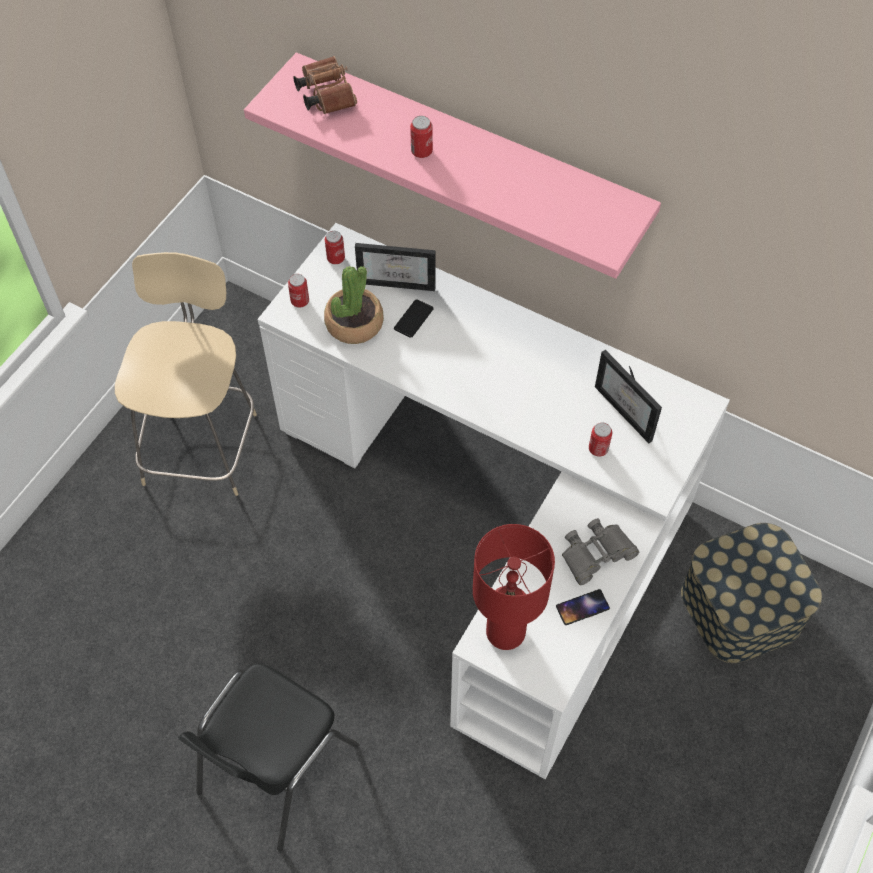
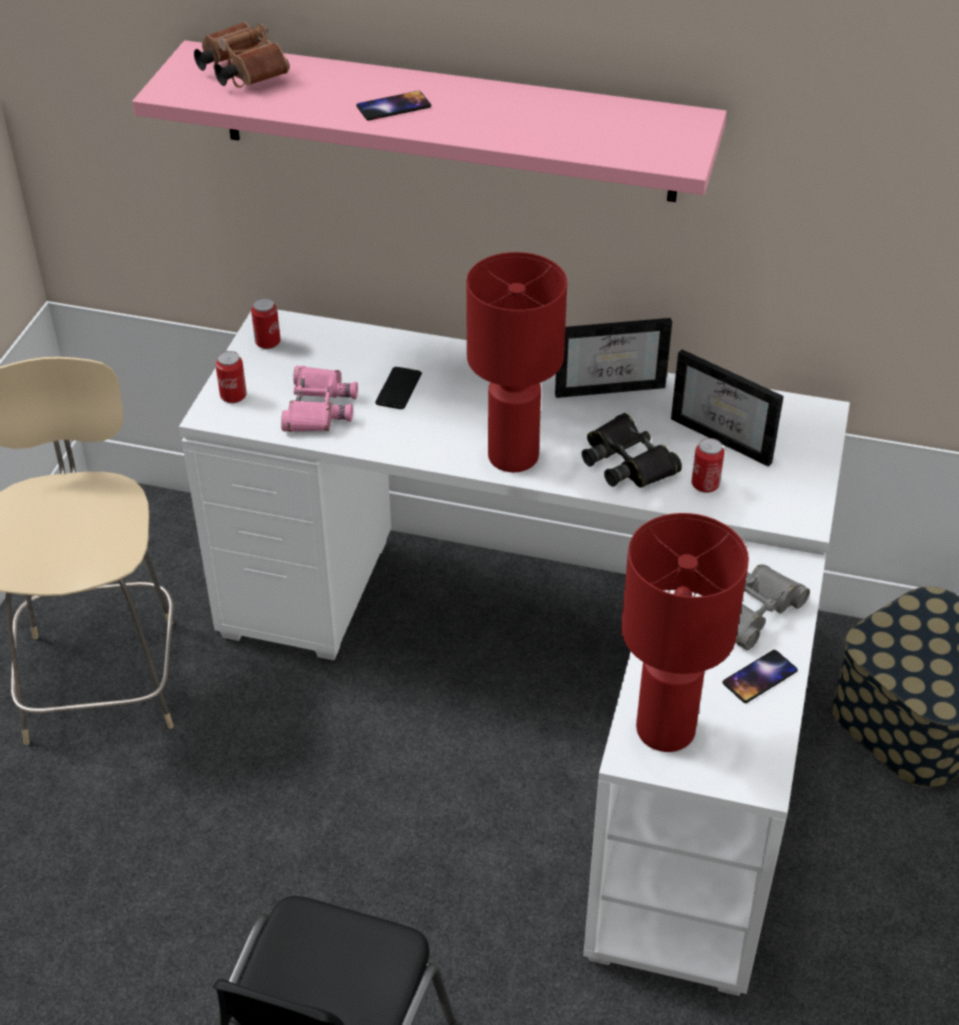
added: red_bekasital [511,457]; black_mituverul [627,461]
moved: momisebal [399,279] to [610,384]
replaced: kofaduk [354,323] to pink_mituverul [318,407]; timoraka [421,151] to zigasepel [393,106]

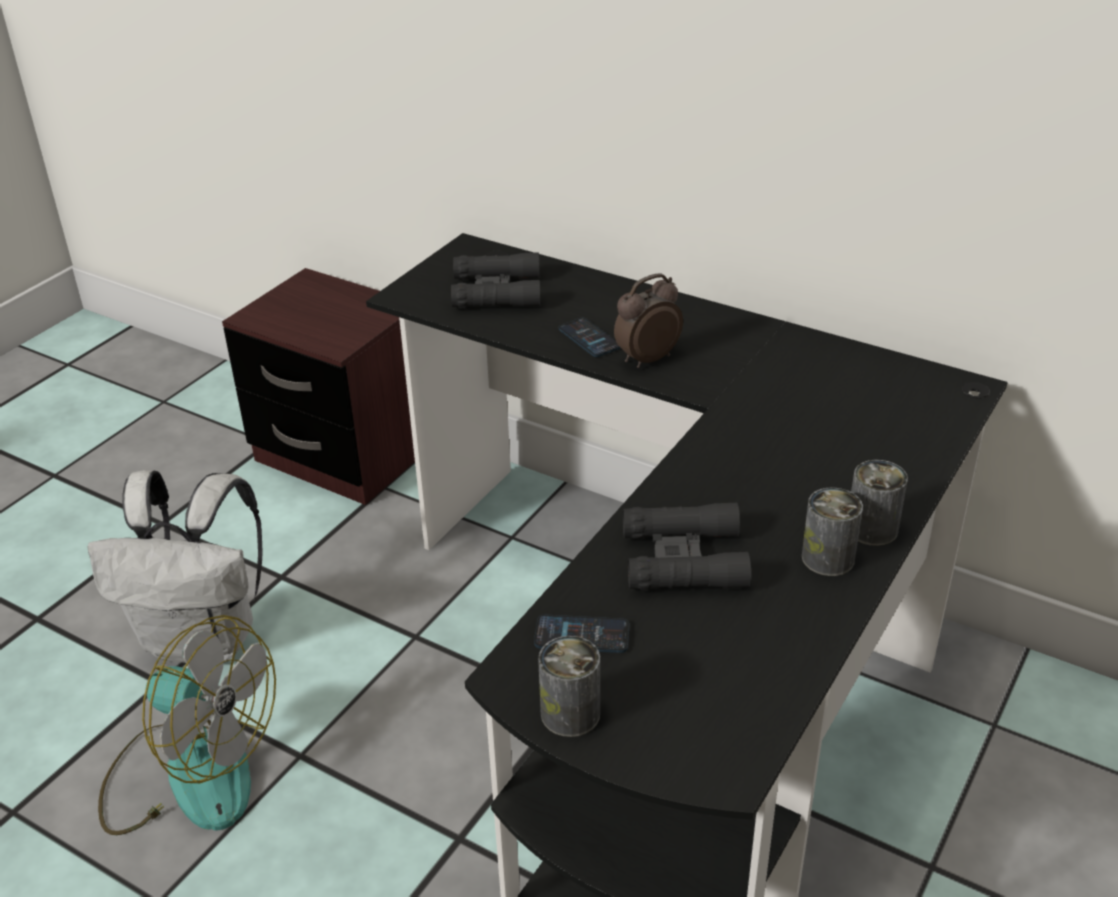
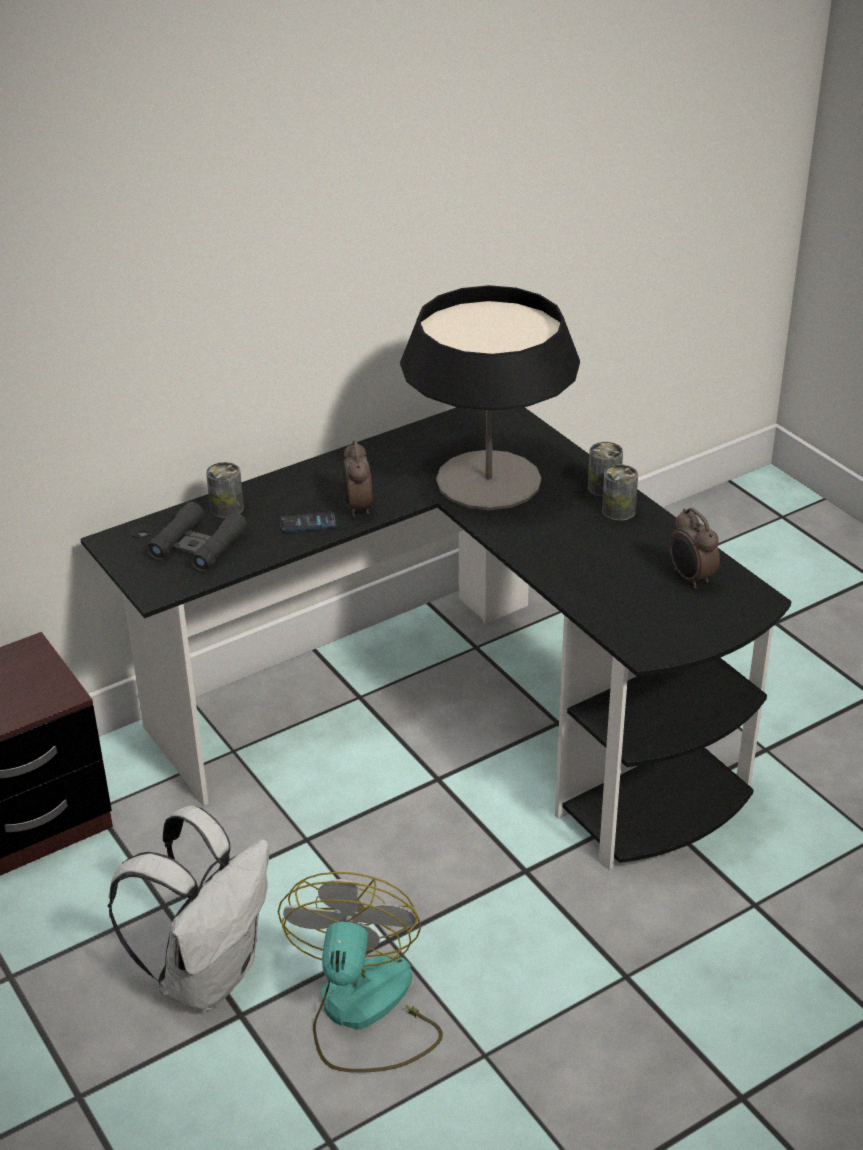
removed: zigasepel [582,635]; black_mituverul [683,559]
added: bekasital [488,480]; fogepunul [690,578]
moved: timoraka [570,713] to [226,508]
turned: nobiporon [190,773] = [363,1012] 45 degrees counterclockwise

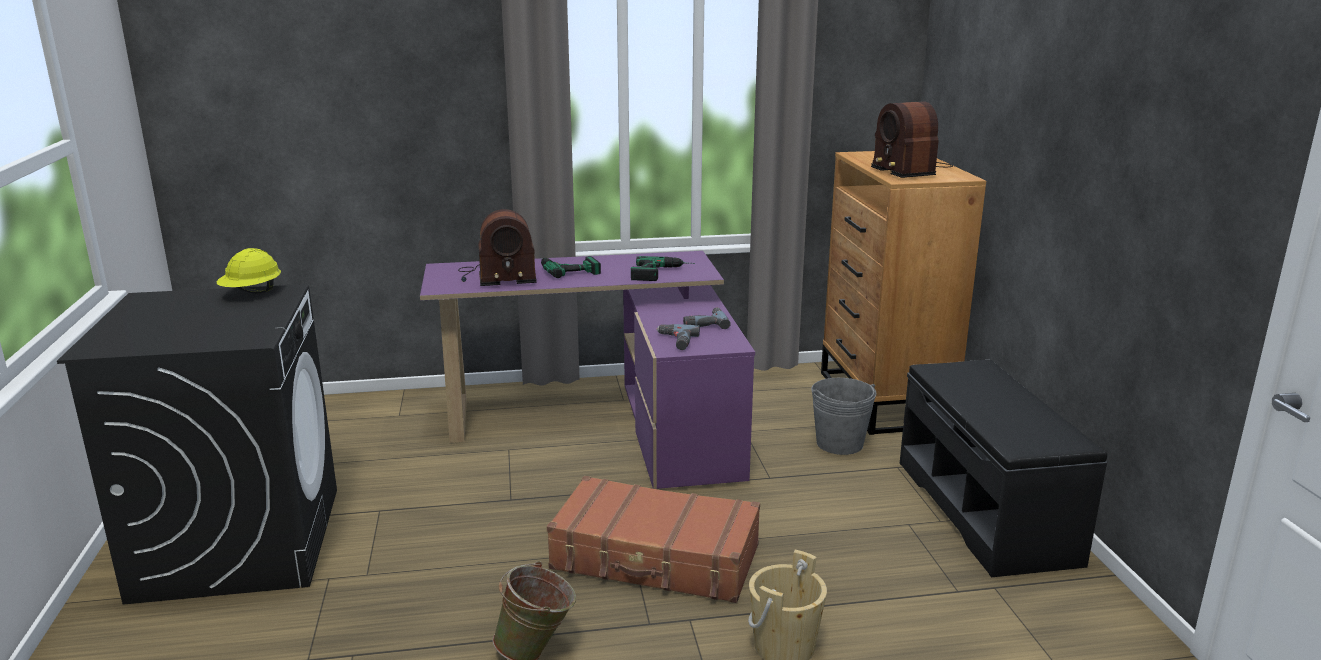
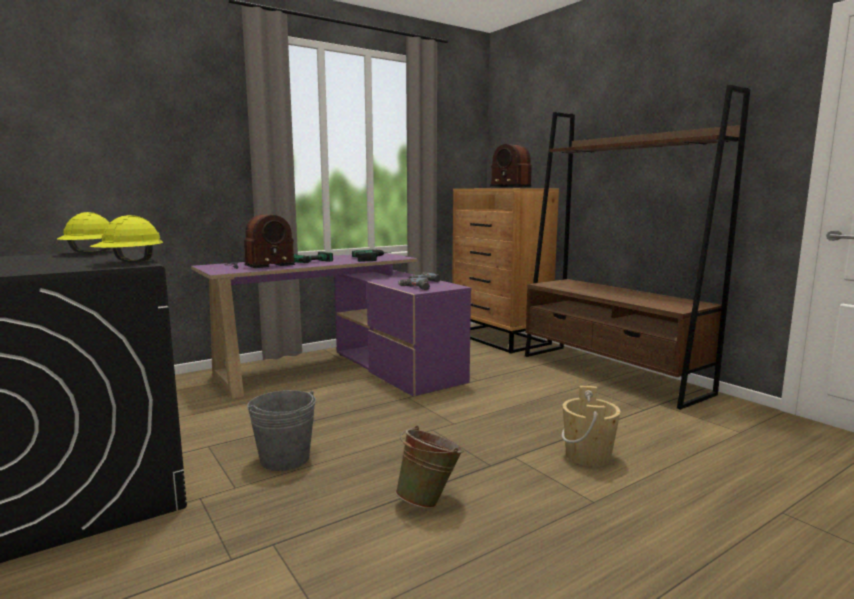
removed: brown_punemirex [655,558]
added: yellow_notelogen [130,262]
moved: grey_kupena [839,443] to [285,459]
replaced: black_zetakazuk [986,510] to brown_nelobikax [611,374]

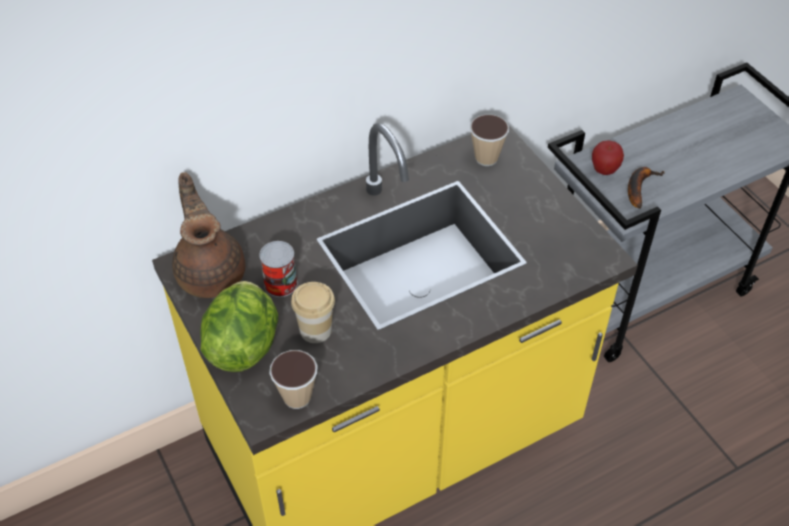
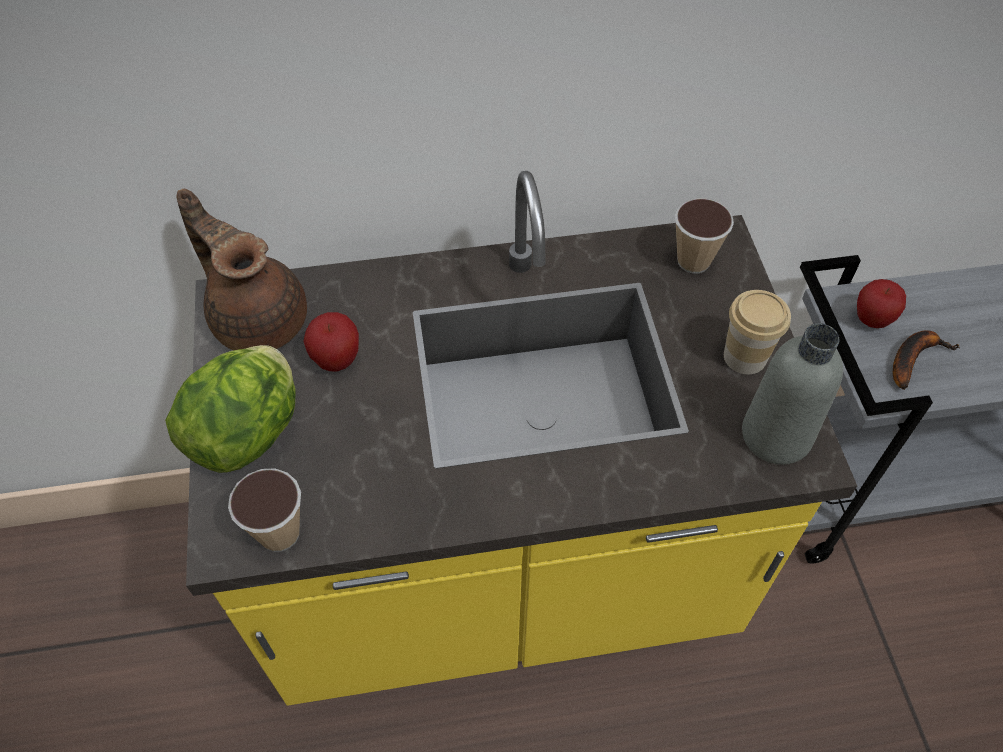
added: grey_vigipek [776,435]
moved: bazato [315,330] to [745,356]
replaced: timoraka [280,284] to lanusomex [337,361]
turned: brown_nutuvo [211,272] = [258,318] 45 degrees counterclockwise

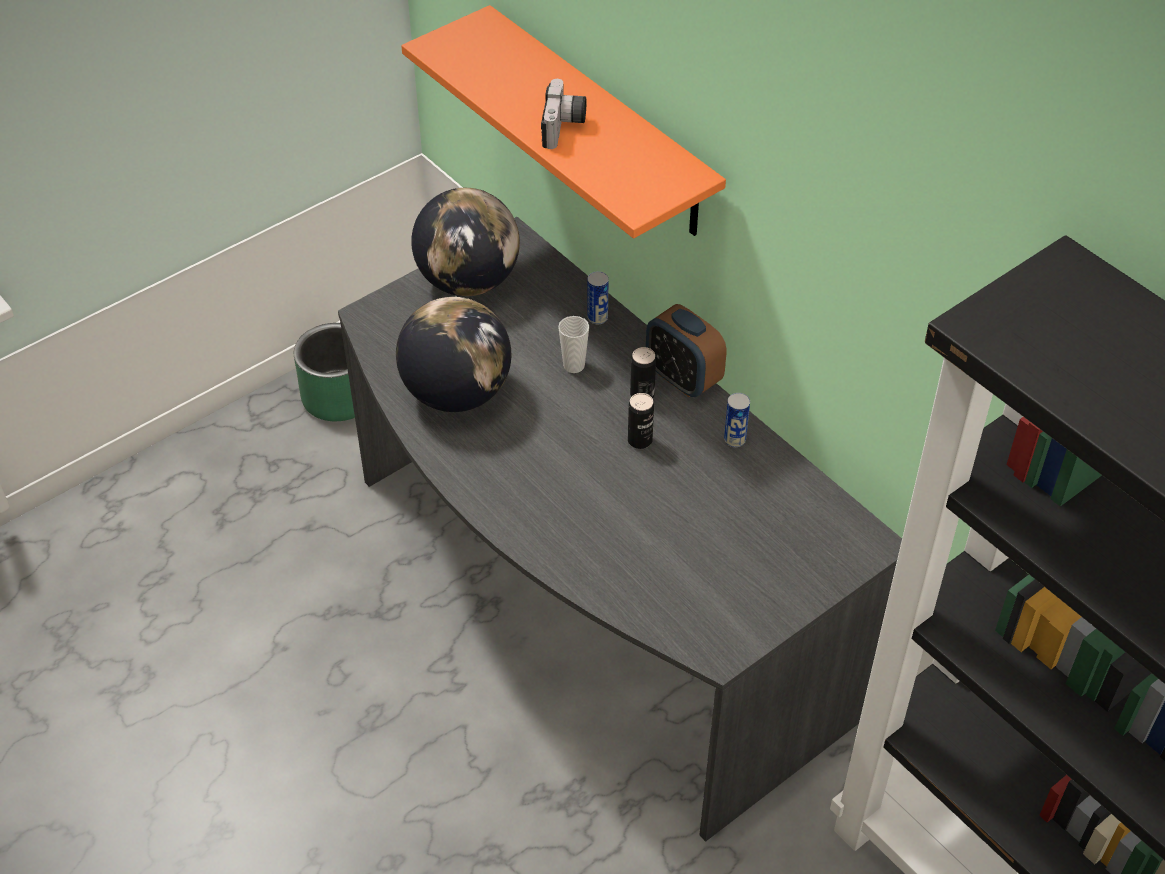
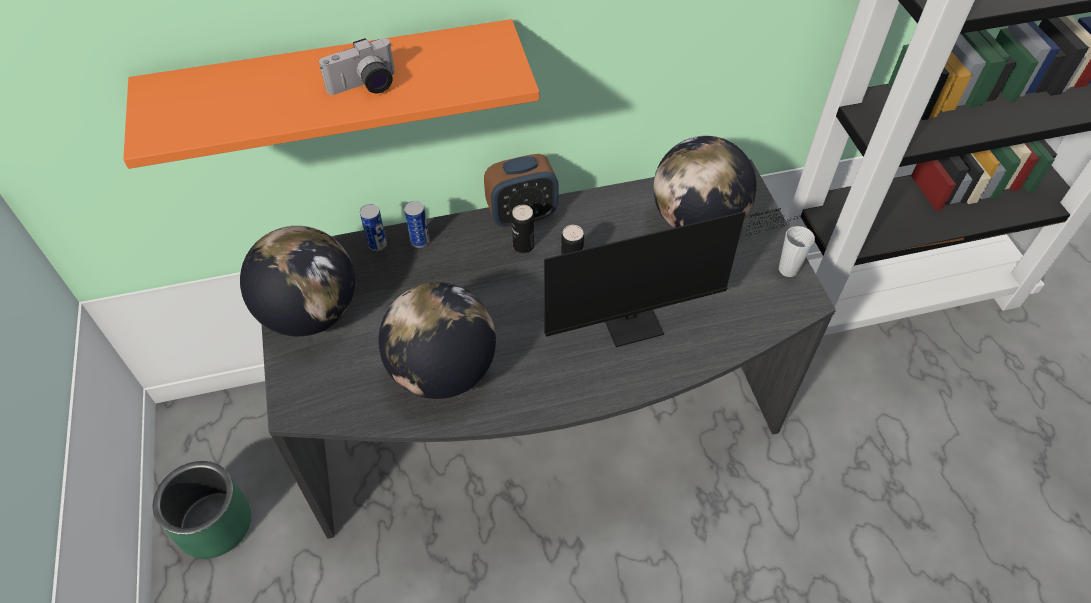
added: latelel [641,320]; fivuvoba [696,221]
moved: timoraka [734,439] to [377,244]; bazato [574,365] to [788,269]
turned: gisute [564,127] = [365,87] 120 degrees clockwise

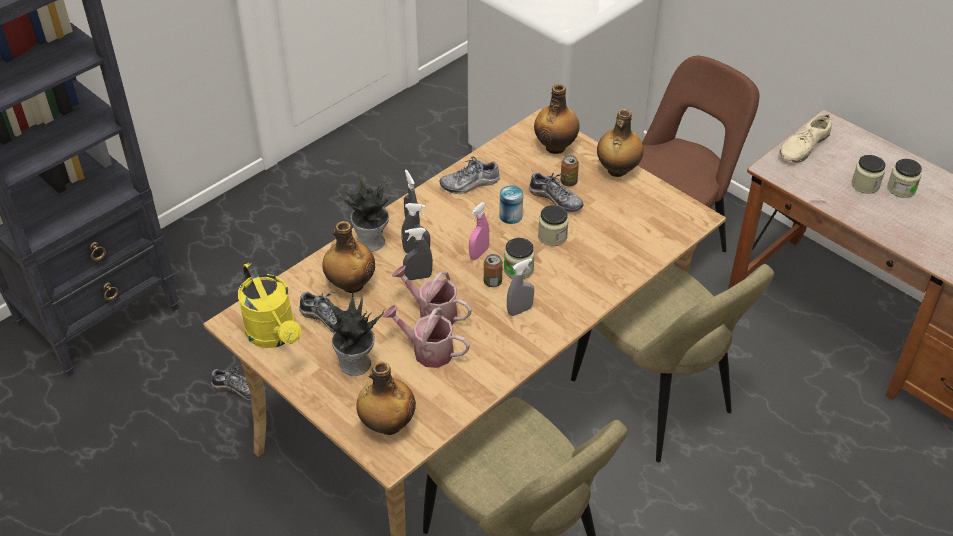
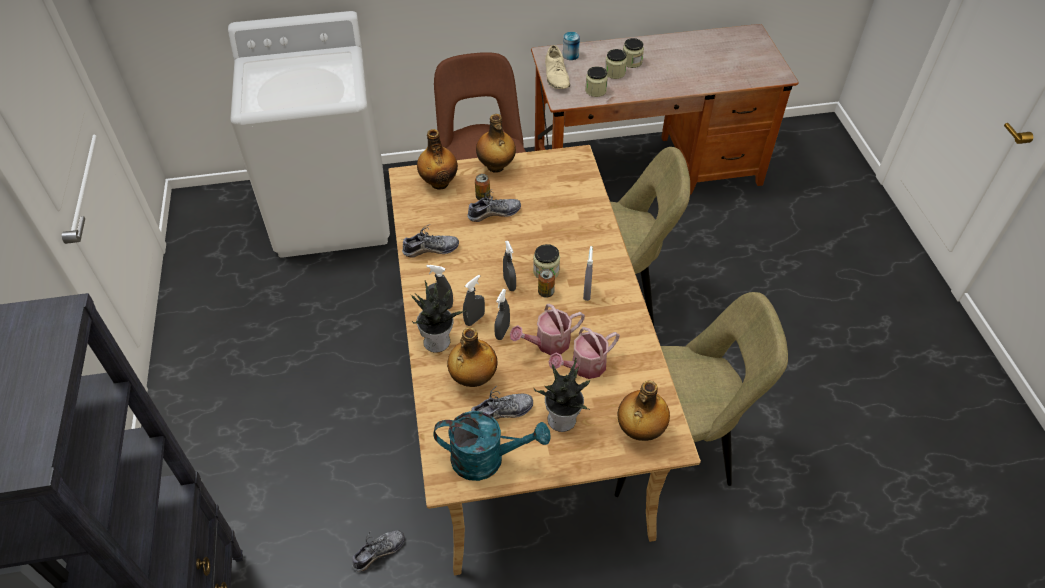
moved: timoraka [510,216] to [570,55]; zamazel [552,236] to [595,90]
recoloured: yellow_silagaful [275,336] to turquoise_silagaful [487,459]; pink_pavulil [479,253] to grey_pavulil [509,284]
turned: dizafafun [470,184] = [430,249] 120 degrees counterclockwise

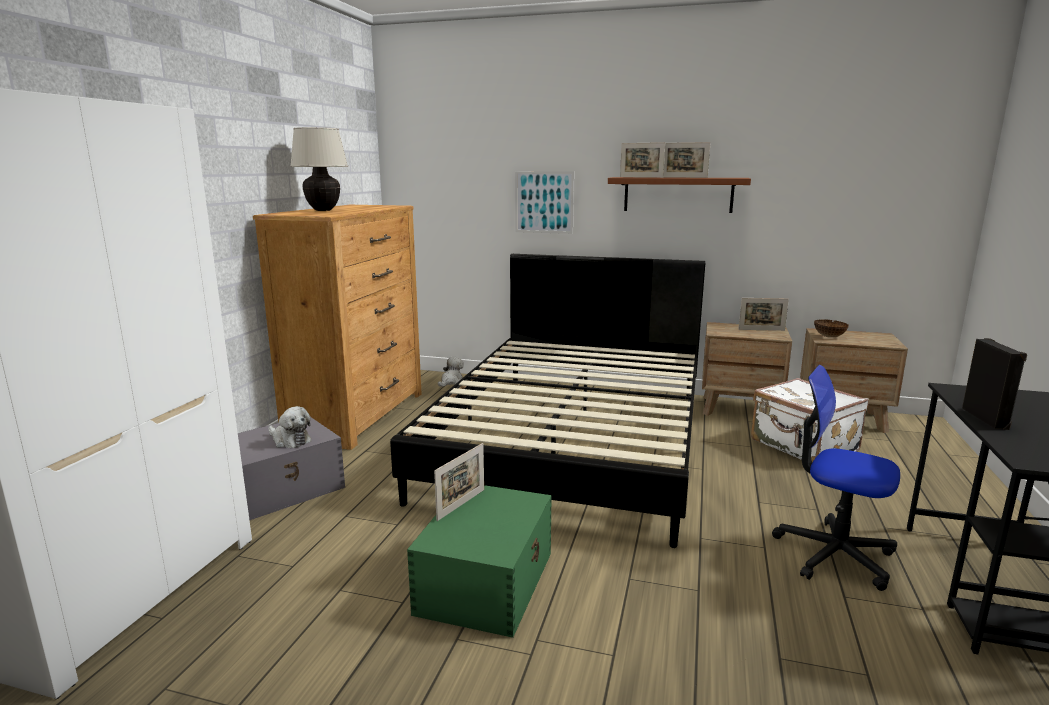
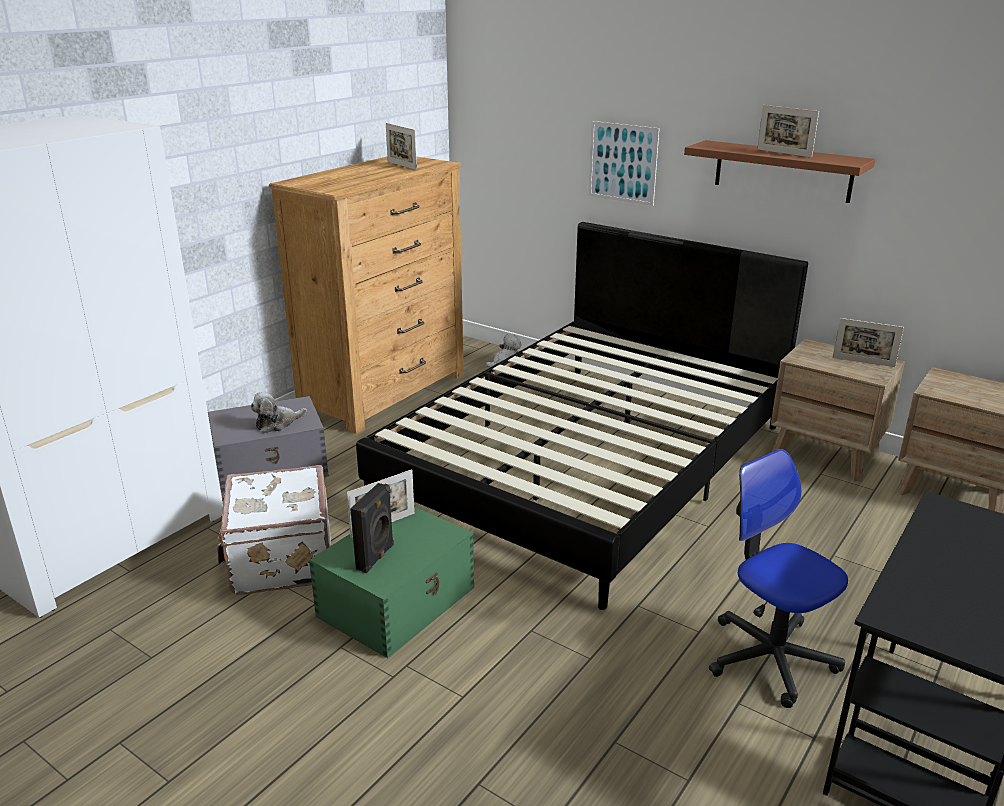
removed: beige_bekasital [323,210]; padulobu [829,337]
moved: white_punemirex [803,447] to [280,559]; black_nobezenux [986,418] to [376,557]; momisebal [641,177] to [402,165]
turned: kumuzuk [290,440] = [277,424] 90 degrees clockwise

